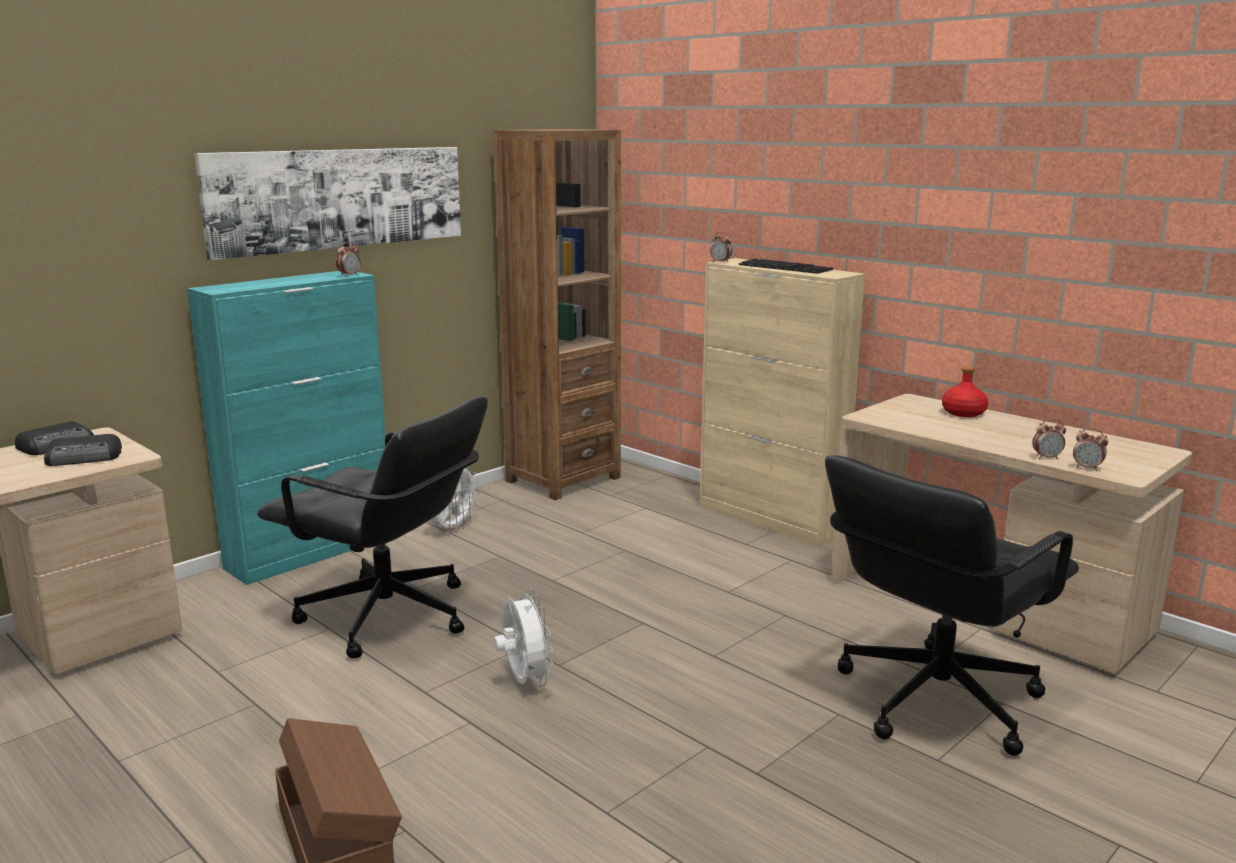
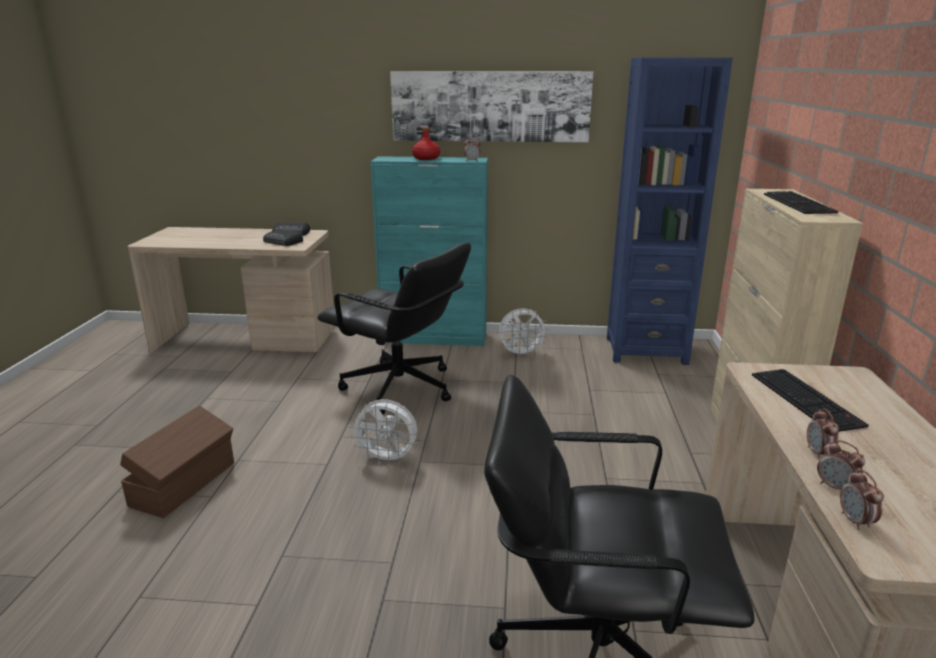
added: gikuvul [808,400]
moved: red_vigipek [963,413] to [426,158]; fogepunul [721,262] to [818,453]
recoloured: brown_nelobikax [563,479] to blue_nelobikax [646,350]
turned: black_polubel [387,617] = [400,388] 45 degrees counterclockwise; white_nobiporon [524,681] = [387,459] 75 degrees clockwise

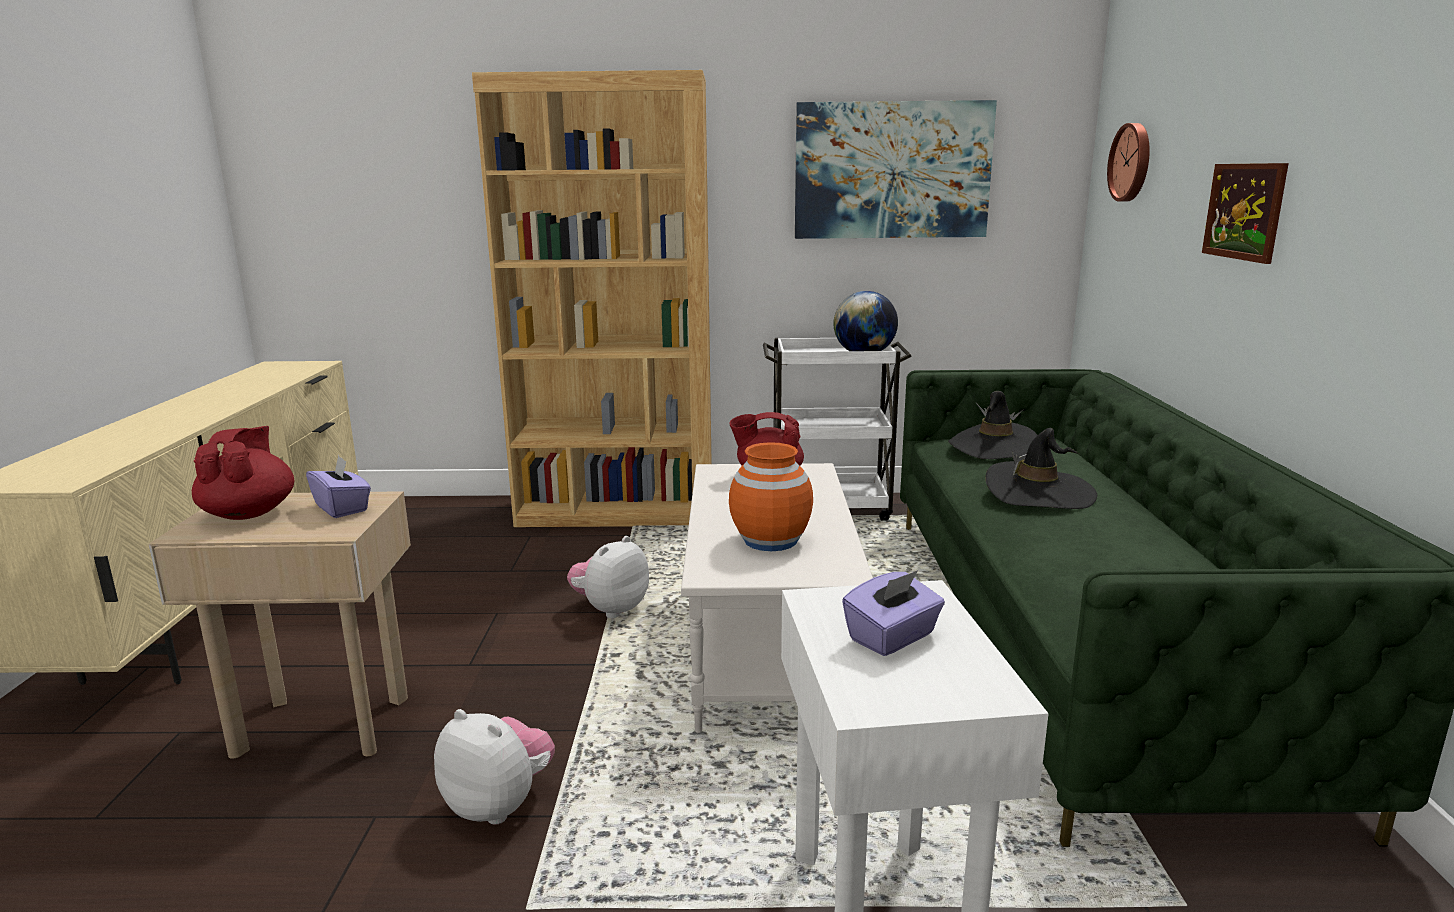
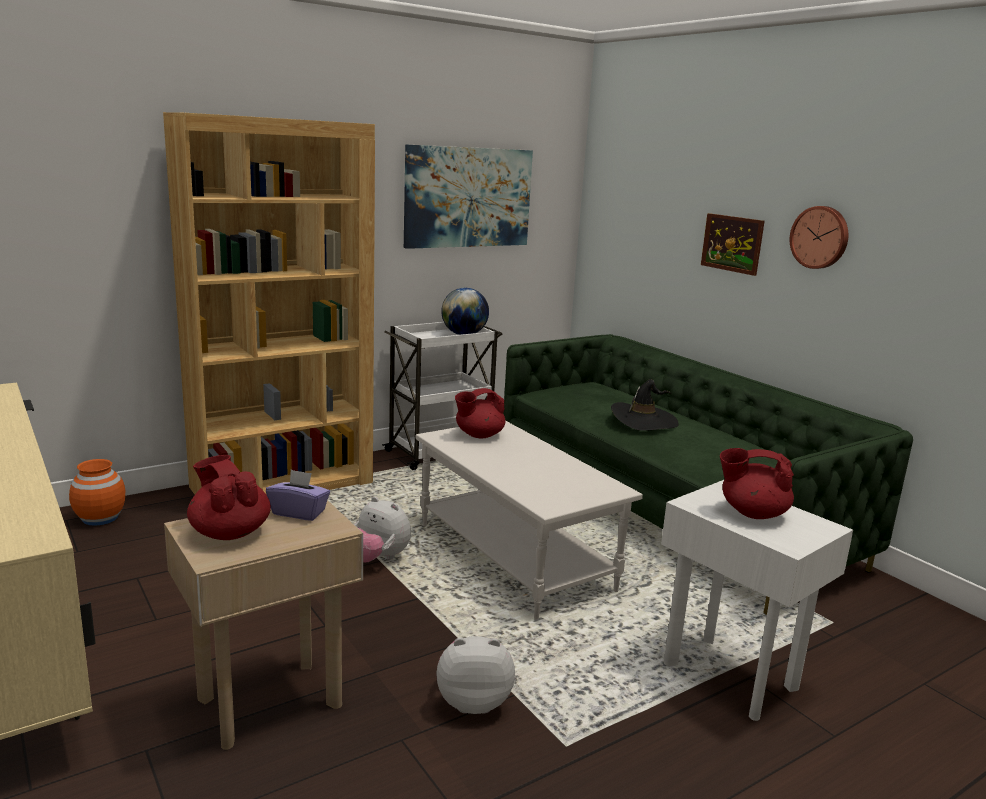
removed: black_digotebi [994,446]
moved: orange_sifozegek [770,540] to [100,518]; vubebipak [1132,162] to [820,237]
replaced: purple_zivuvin [892,637] to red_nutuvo [752,513]
turned: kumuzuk [610,609] = [378,559] 60 degrees counterclockwise

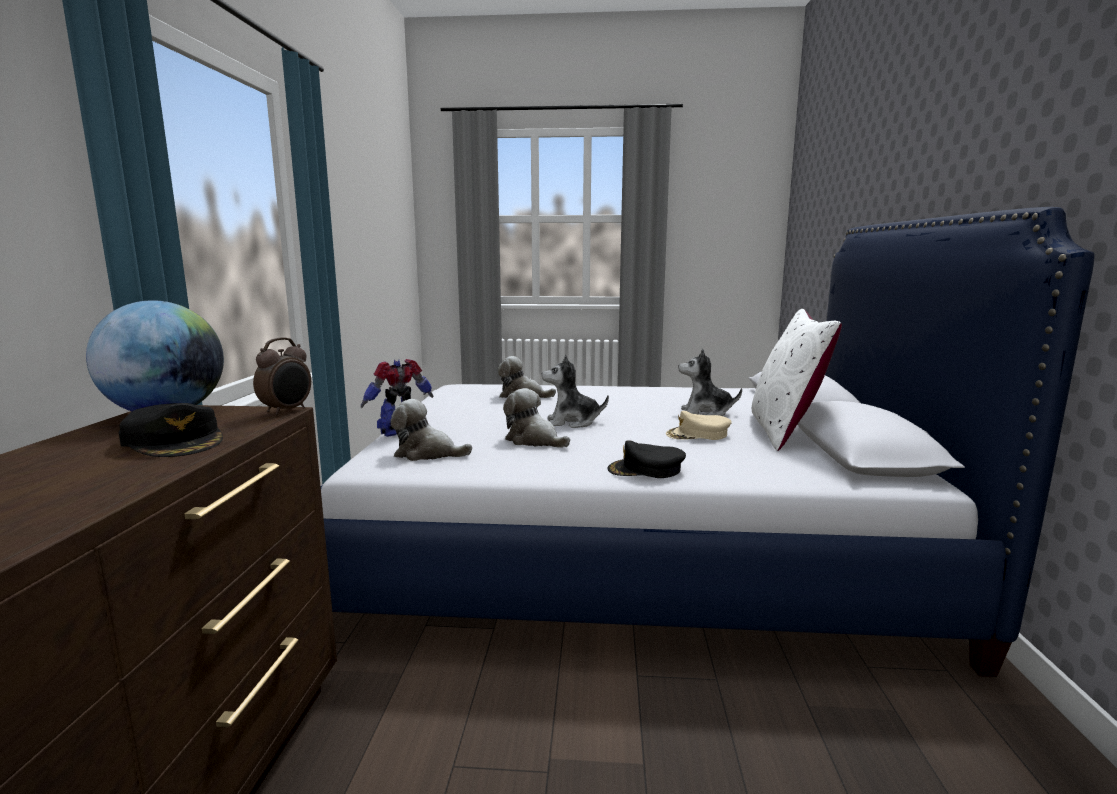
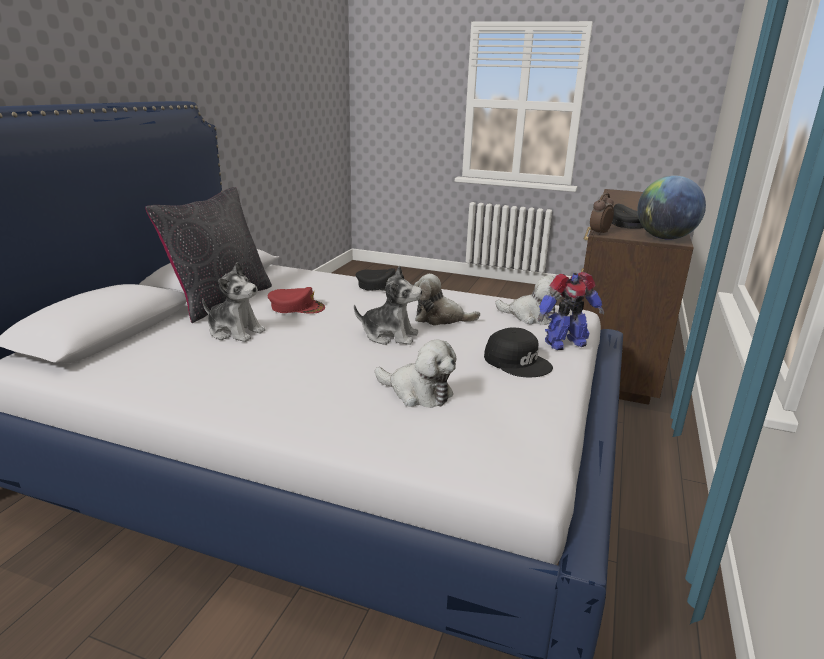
added: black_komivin [517,361]
recoloured: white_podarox [785,431] to black_podarox [220,300]; beige_komivin [698,434] to red_komivin [297,307]
turned: kumuzuk [534,440] = [440,318] 135 degrees clockwise

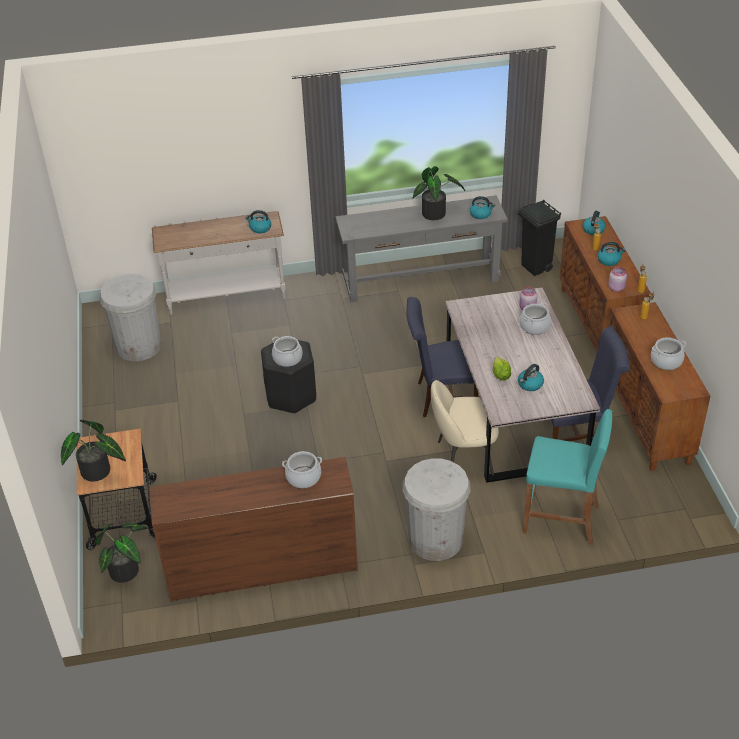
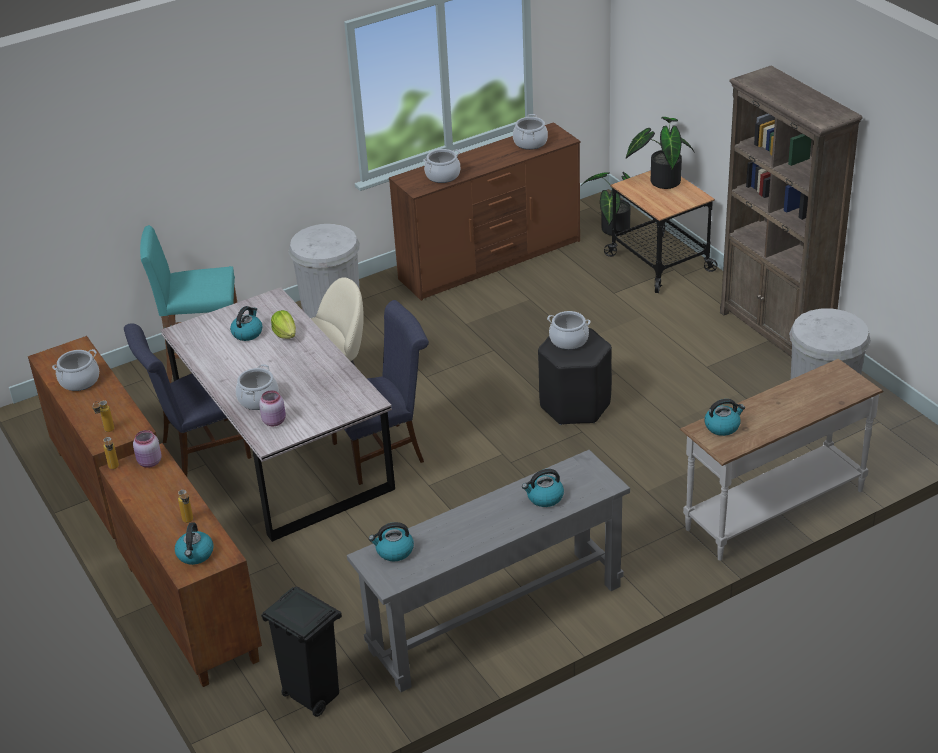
removed: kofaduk [436,214]
added: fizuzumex [530,143]; brown_nelobikax [775,333]
moved: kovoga [609,260] to [544,497]

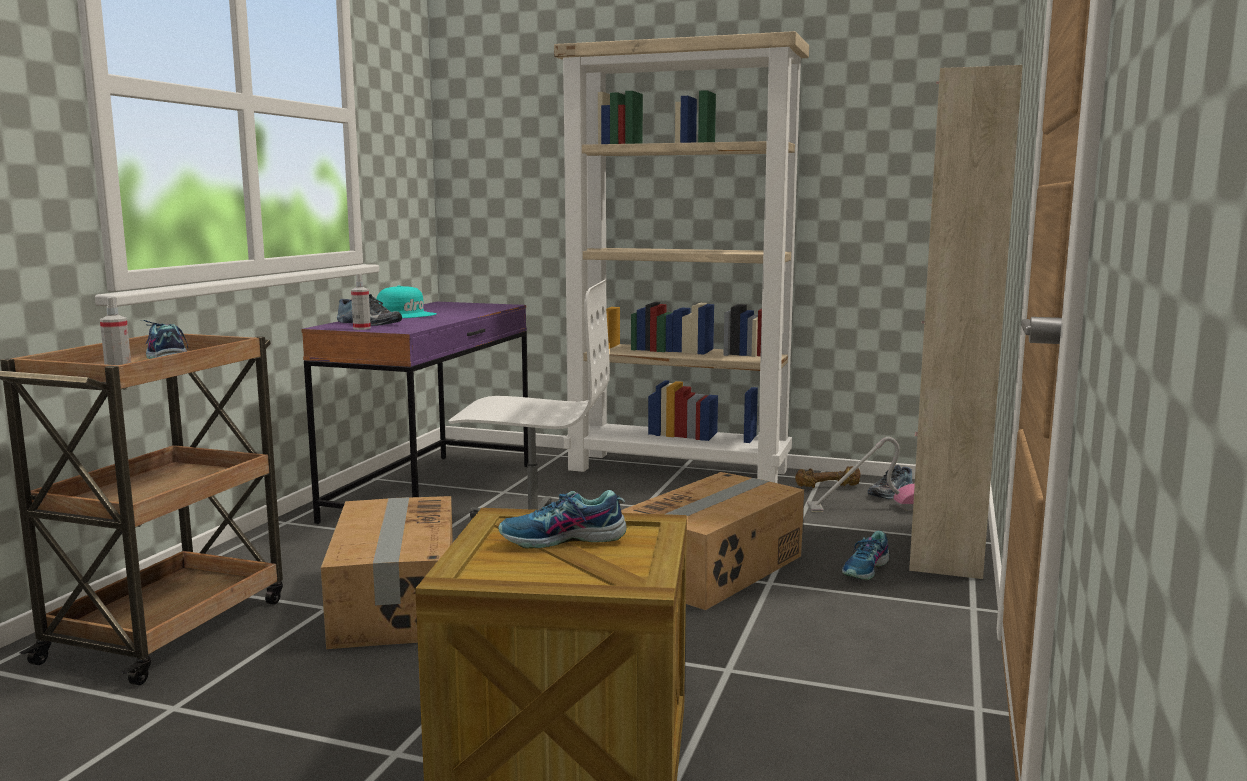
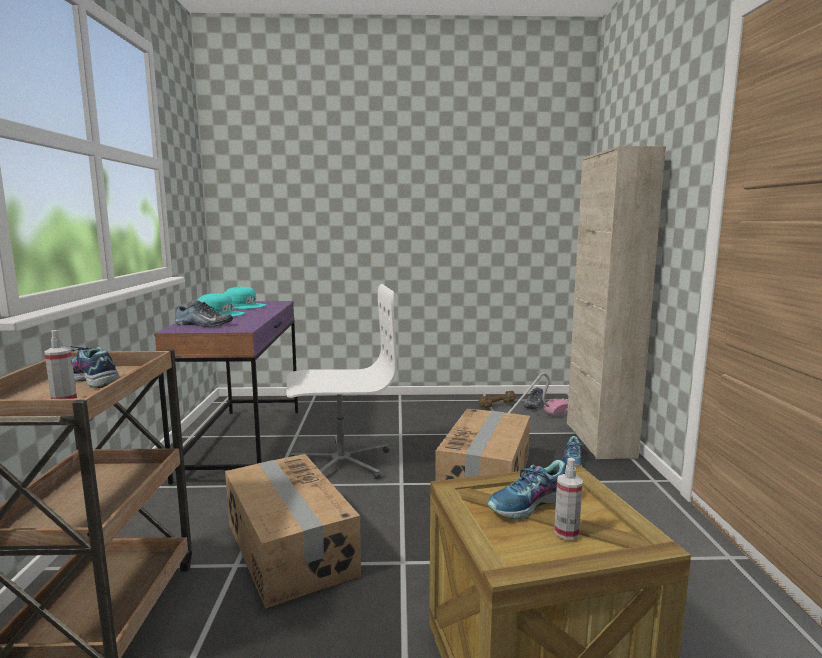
removed: beige_nelobikax [679,470]
added: turquoise_komivin [244,306]
moved: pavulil [361,328] to [566,532]

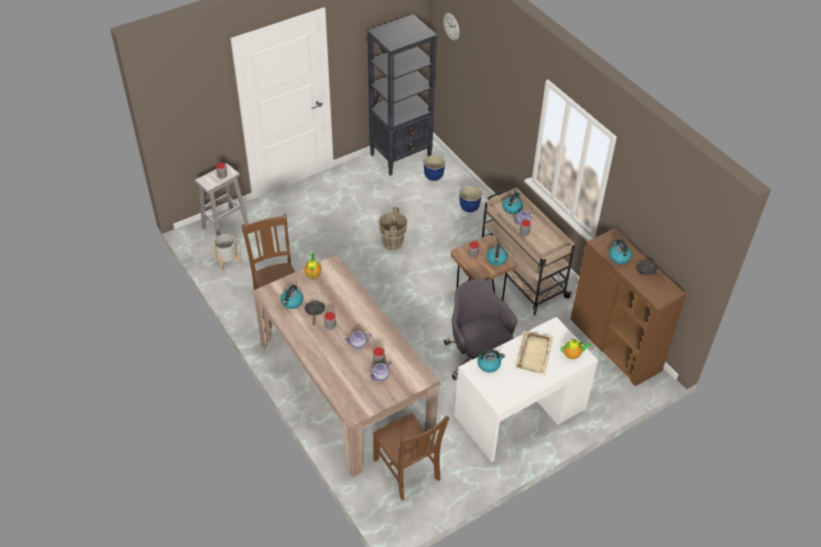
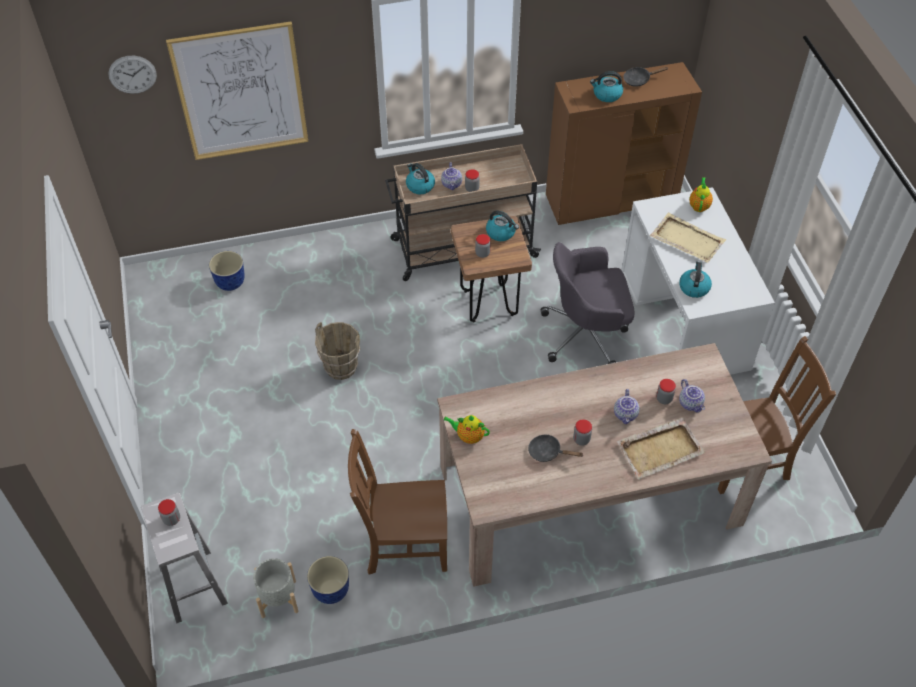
removed: kovoga [292,302]; black_nelobikax [401,156]
added: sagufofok [241,92]; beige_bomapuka [661,449]
moved: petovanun [469,207] to [331,590]

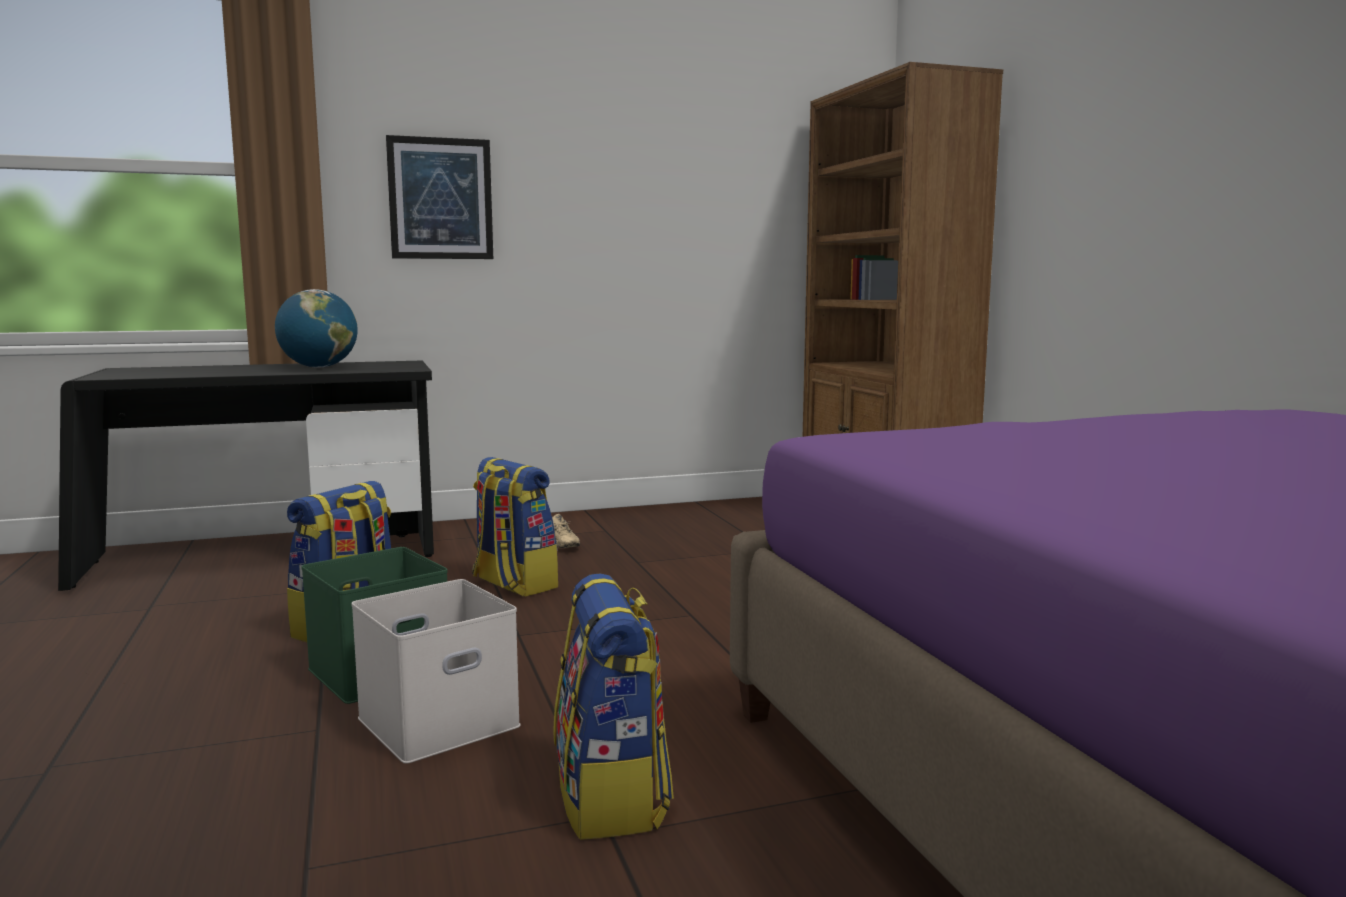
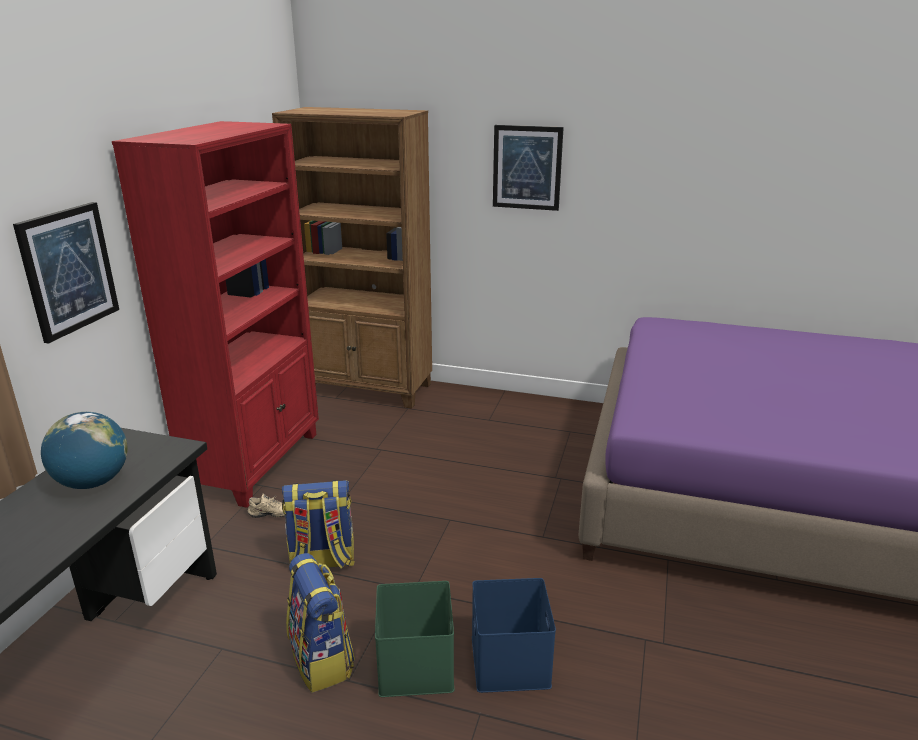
removed: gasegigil [612,797]
added: red_nelobikax [256,462]; sagufofok [527,167]
recoloured: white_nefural [437,724] to blue_nefural [512,662]

